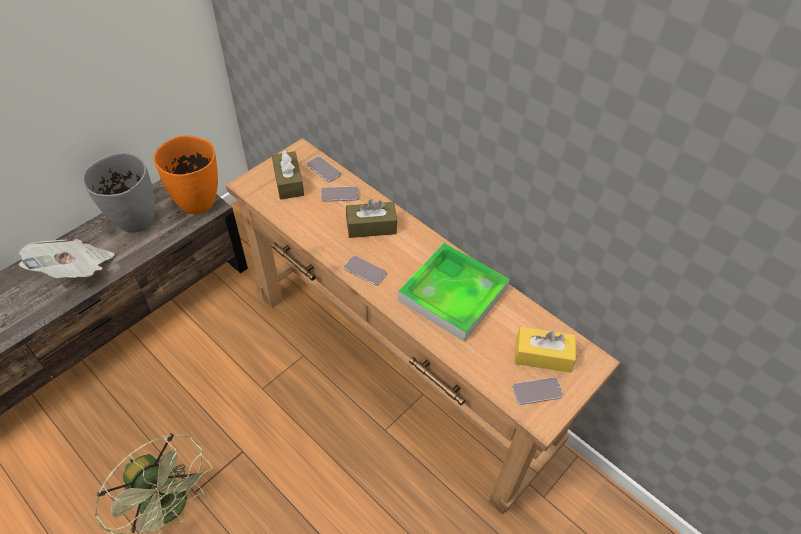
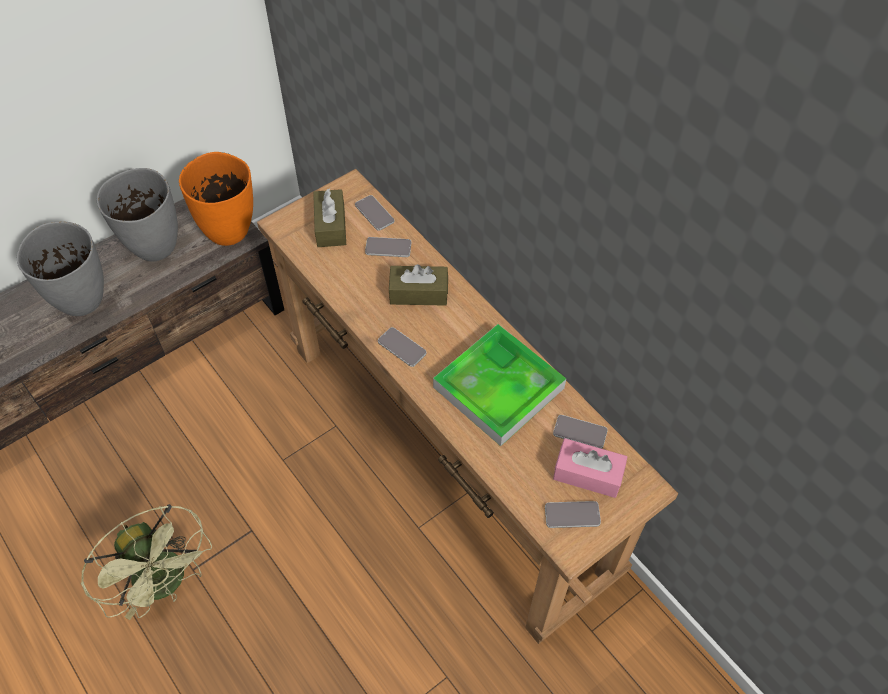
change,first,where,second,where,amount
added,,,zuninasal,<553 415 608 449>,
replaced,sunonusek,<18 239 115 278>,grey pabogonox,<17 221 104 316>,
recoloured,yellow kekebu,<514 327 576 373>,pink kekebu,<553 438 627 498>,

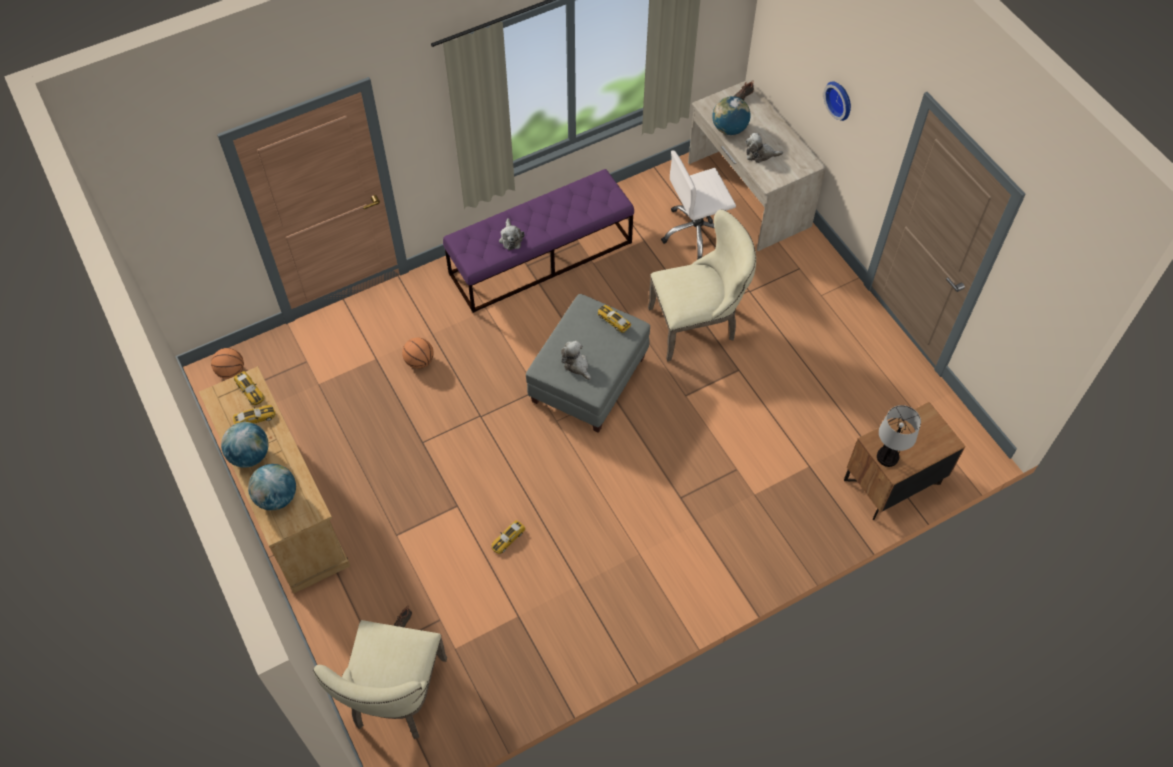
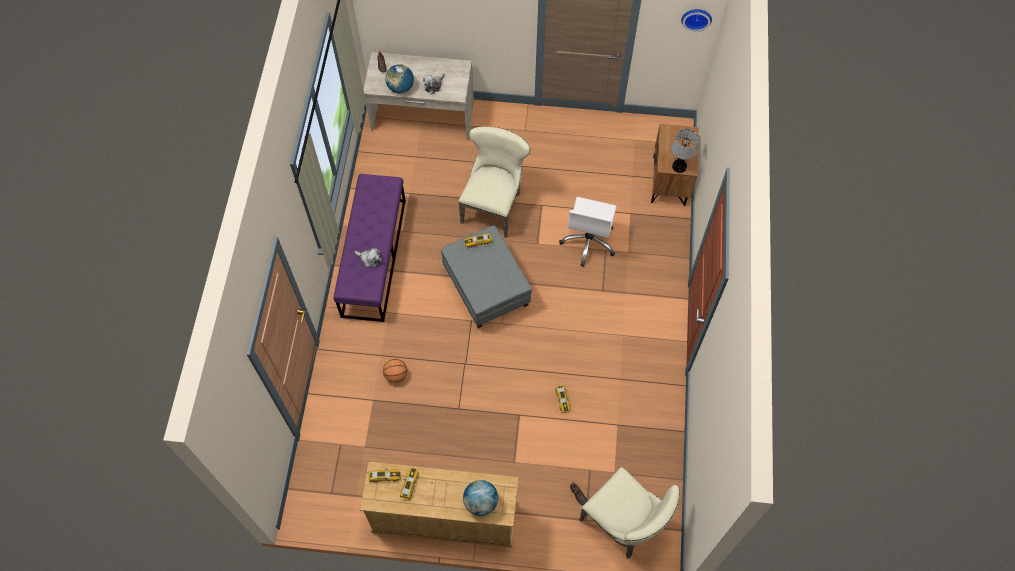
change,first,where,second,where,amount
removed,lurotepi,<211 348 244 379>,,,
removed,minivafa,<221 422 268 468>,,,
removed,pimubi,<561 341 591 380>,,,
moved,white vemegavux,<661 150 736 260>,,<559 197 617 266>,
moved,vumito,<823 82 851 121>,,<681 9 712 32>,

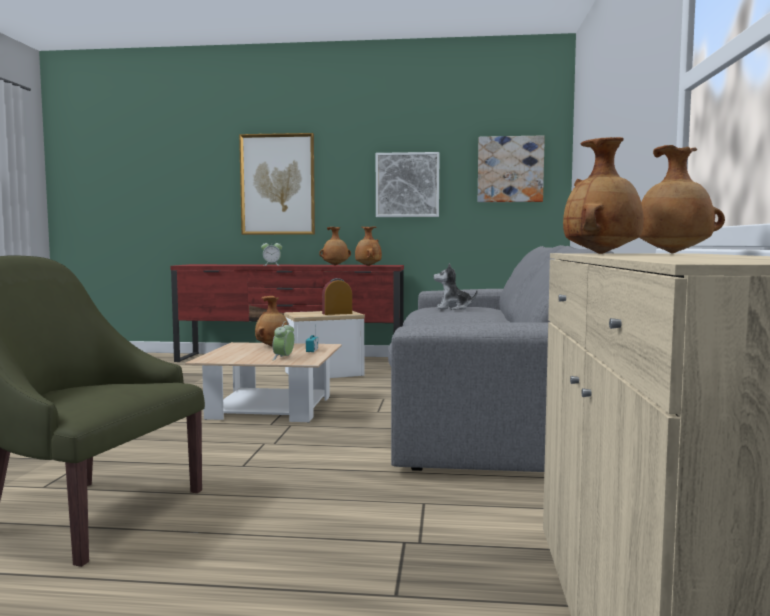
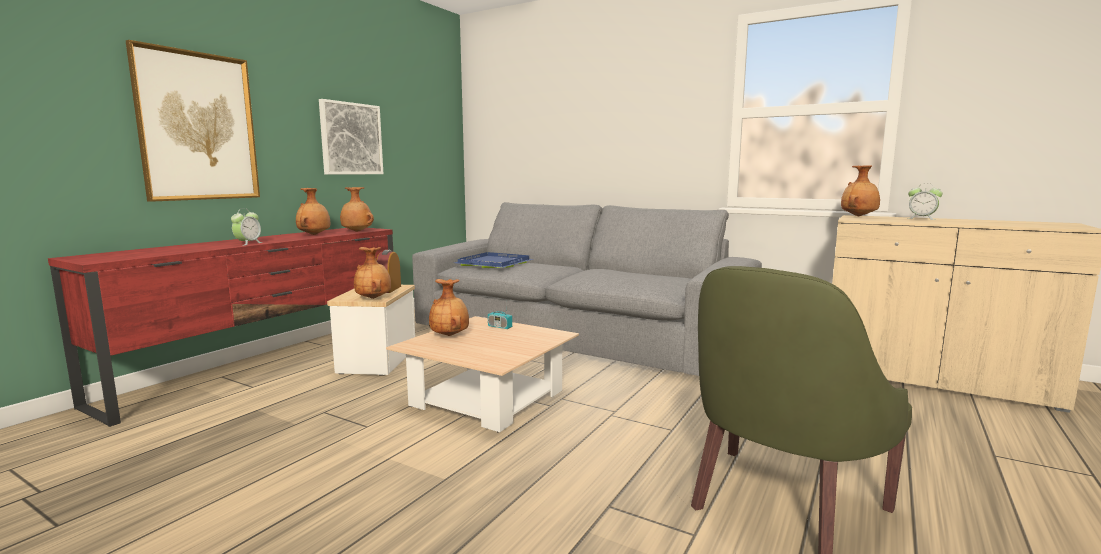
change,first,where,second,where,amount
removed,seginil,<478 135 545 202>,,,
moved,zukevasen,<272 321 294 360>,,<907 183 943 220>,
moved,brown pabogonox,<563 137 644 254>,,<354 247 391 299>,
replaced,pimubi,<433 263 477 310>,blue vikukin,<454 252 533 268>,

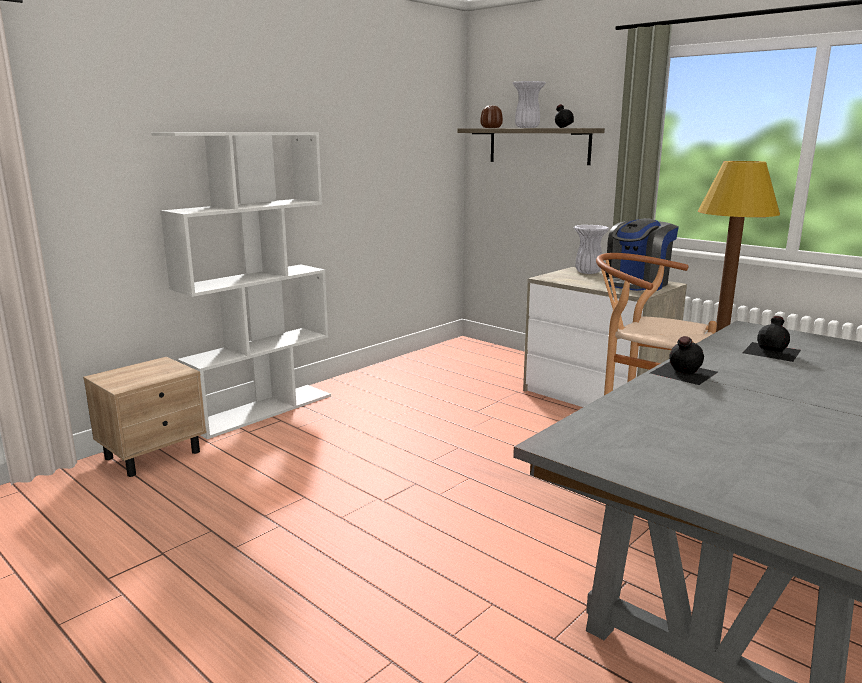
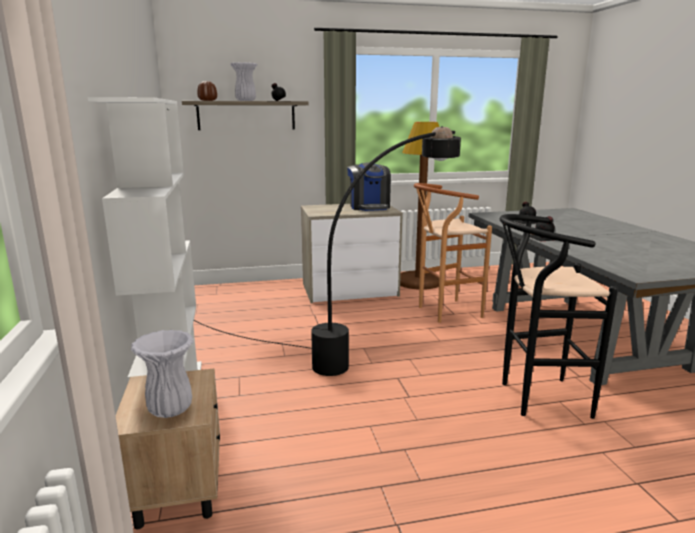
change,first,where,second,where,amount
added,,,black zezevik,<194 126 461 376>,
added,,,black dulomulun,<500 214 618 419>,
moved,white pabogonox,<574 225 609 274>,,<131 330 194 418>,

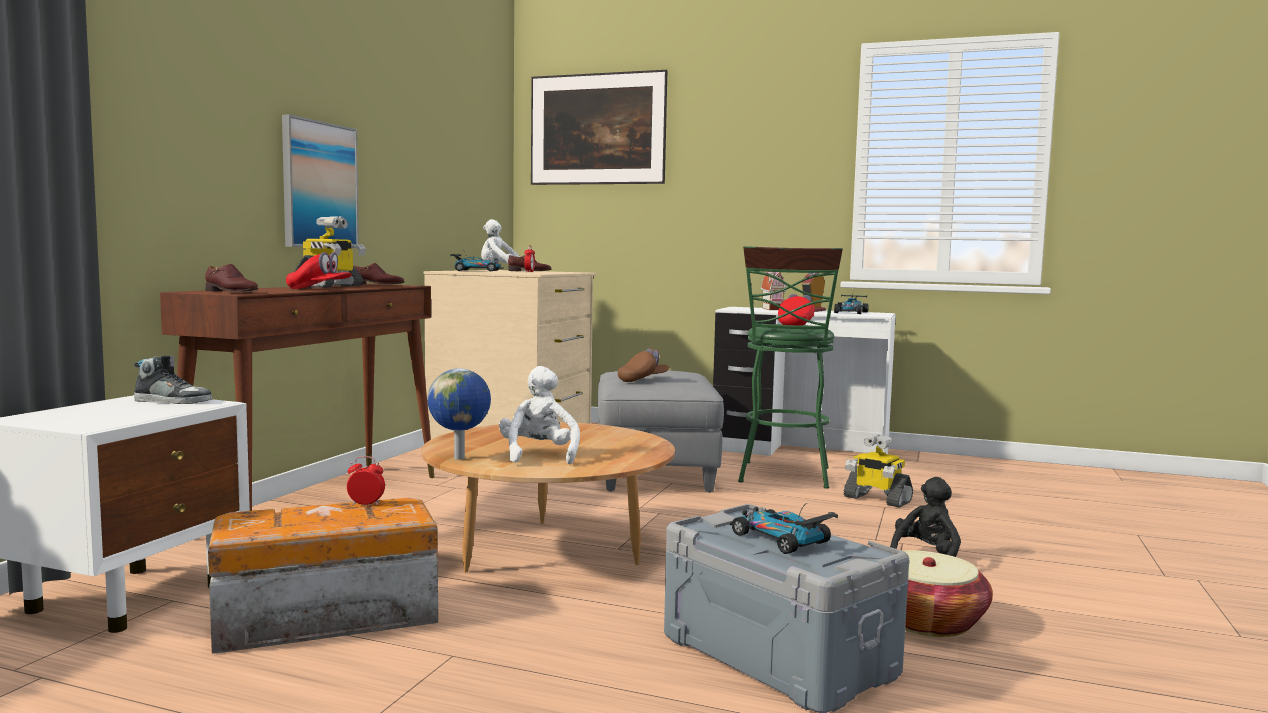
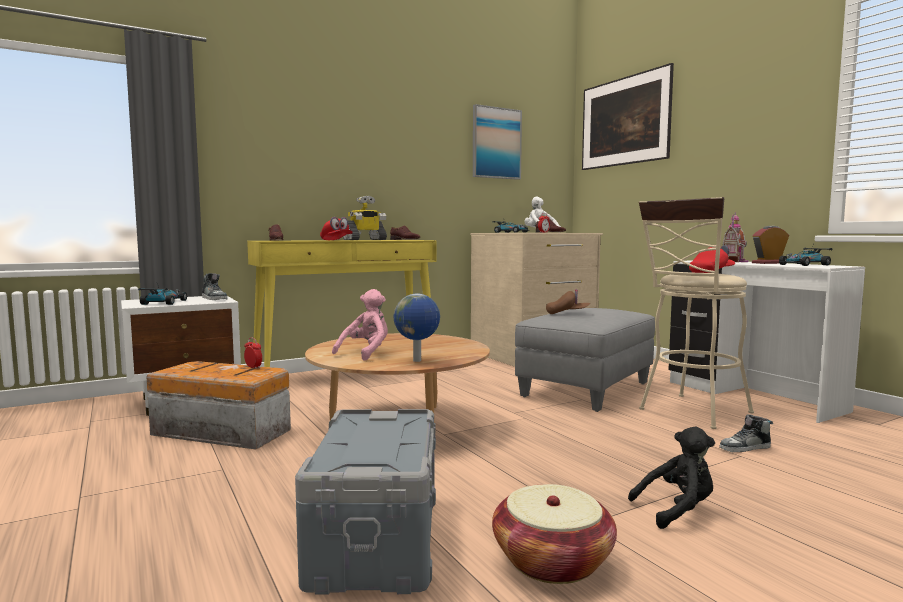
change,first,where,second,where,amount
moved,seginil,<282 114 359 247>,,<473 104 522 180>,
moved,minivafa,<427 368 491 460>,,<394 294 440 362>,
moved,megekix,<729 503 838 554>,,<138 282 187 305>,
replaced,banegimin,<844 434 913 508>,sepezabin,<719 414 773 452>,
recoloured,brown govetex,<160 284 434 511>,yellow govetex,<247 240 437 367>,
recoloured,white pimubi,<499 366 580 465>,pink pimubi,<332 289 388 361>,
recoloured,green dulomulun,<738 246 843 489>,beige dulomulun,<639 197 754 429>,

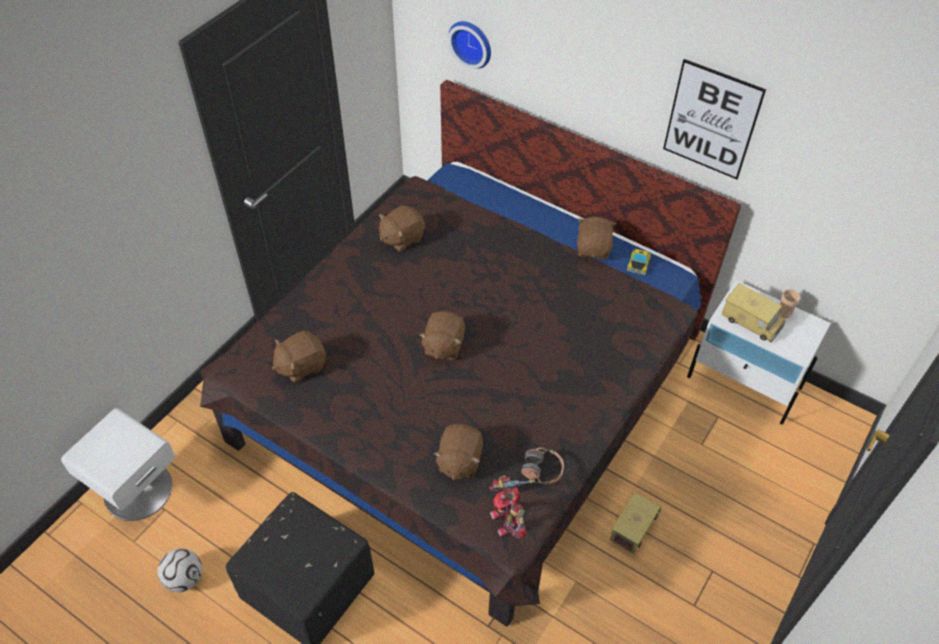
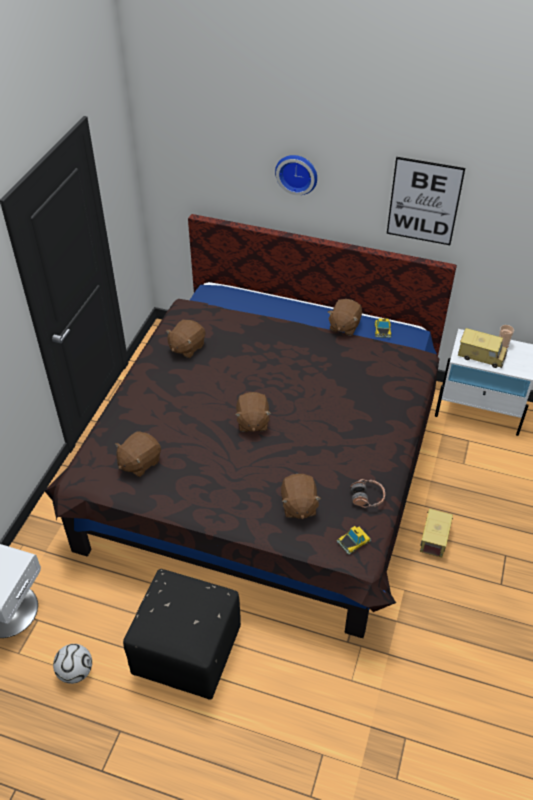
change,first,where,second,where,amount
moved,vumito,<448 21 491 69>,,<275 155 317 195>,
replaced,banegimin,<489 475 535 539>,megekix,<337 526 371 555>,
turned,brown pimubi,<577 217 617 259>,,<328 299 362 336>,150 degrees counterclockwise

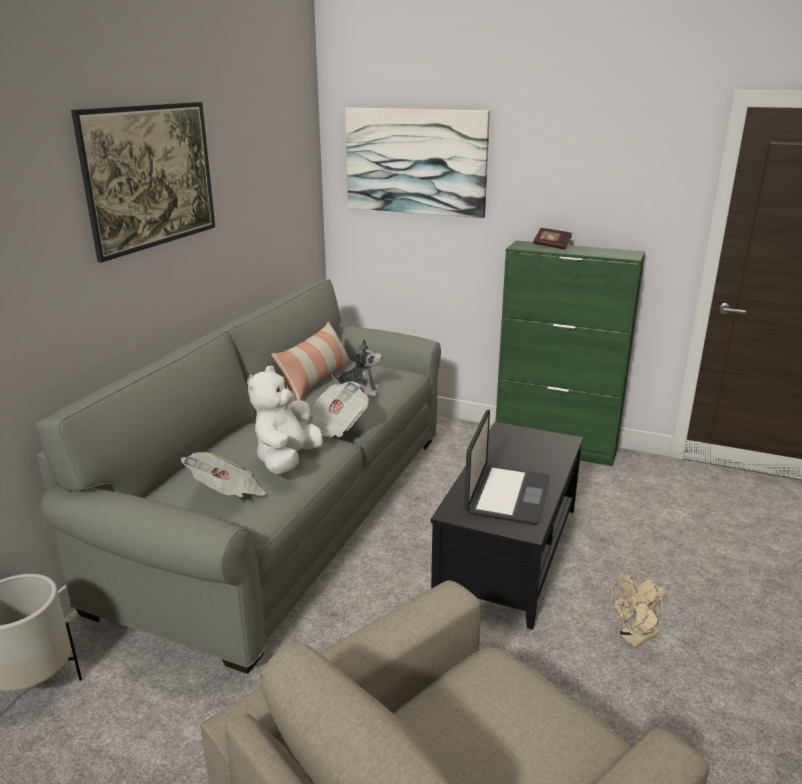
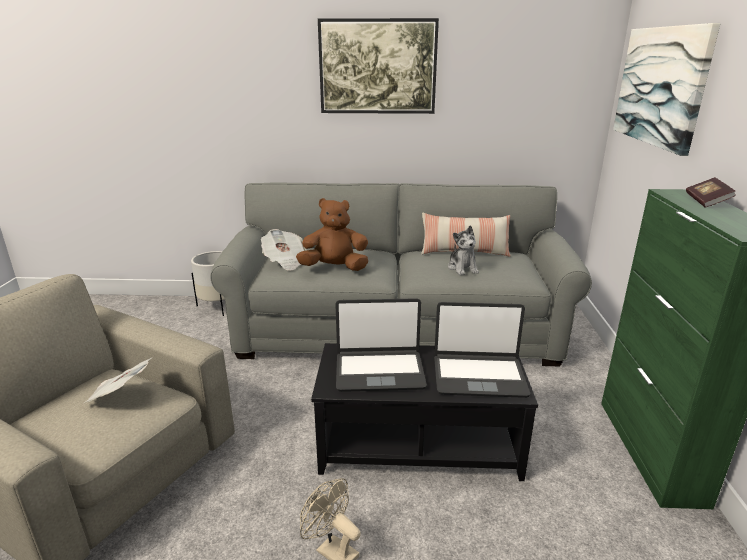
change,first,where,second,where,amount
added,,,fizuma,<434 302 530 398>,
moved,sunonusek,<310 381 369 437>,,<84 358 151 403>,
recoloured,white pimubi,<247 366 323 474>,brown pimubi,<296 198 368 271>,

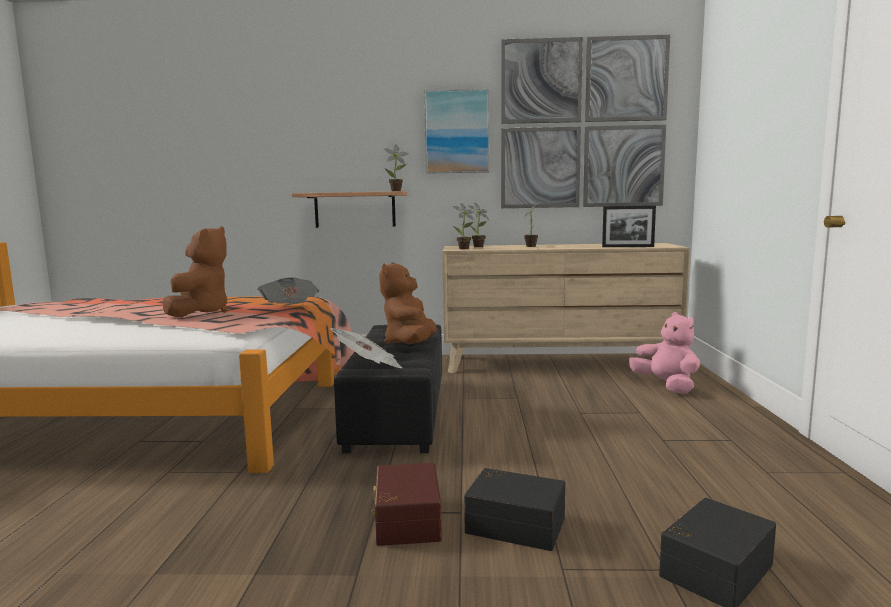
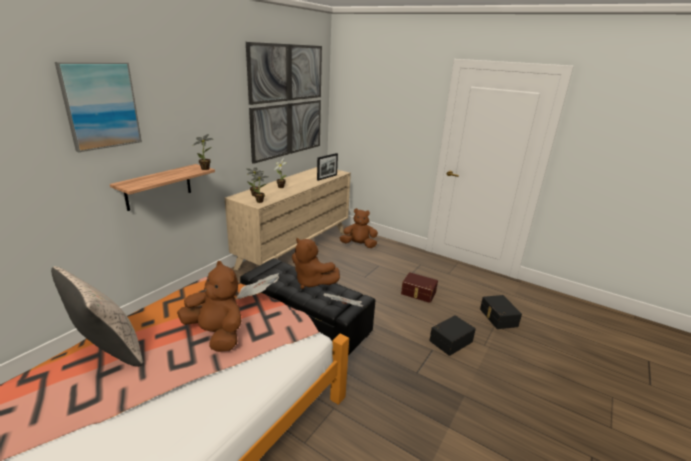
change,first,where,second,where,amount
added,,,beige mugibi,<51 266 143 367>,
moved,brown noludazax,<371 463 442 546>,,<401 272 438 303>,
moved,seginil,<424 88 490 174>,,<55 62 142 152>,
recoloured,pink pimubi,<629 312 700 394>,brown pimubi,<340 208 378 248>,

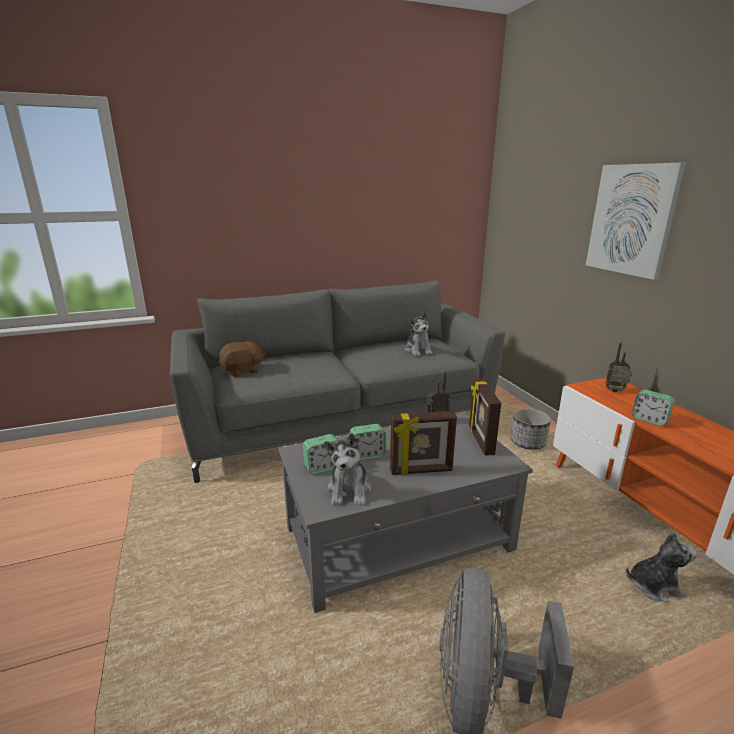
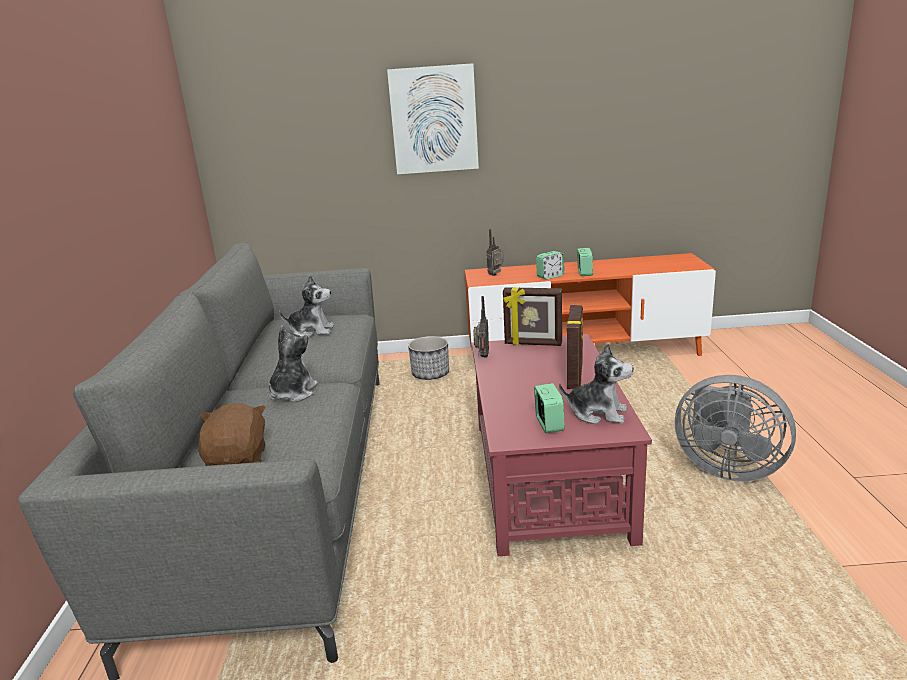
change,first,where,second,where,amount
moved,zukevasen,<350 424 386 461>,,<577 248 593 276>,
moved,pimubi,<626 532 697 603>,,<269 325 318 402>,
recoloured,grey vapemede,<278 413 533 613>,red vapemede,<472 334 652 556>,

